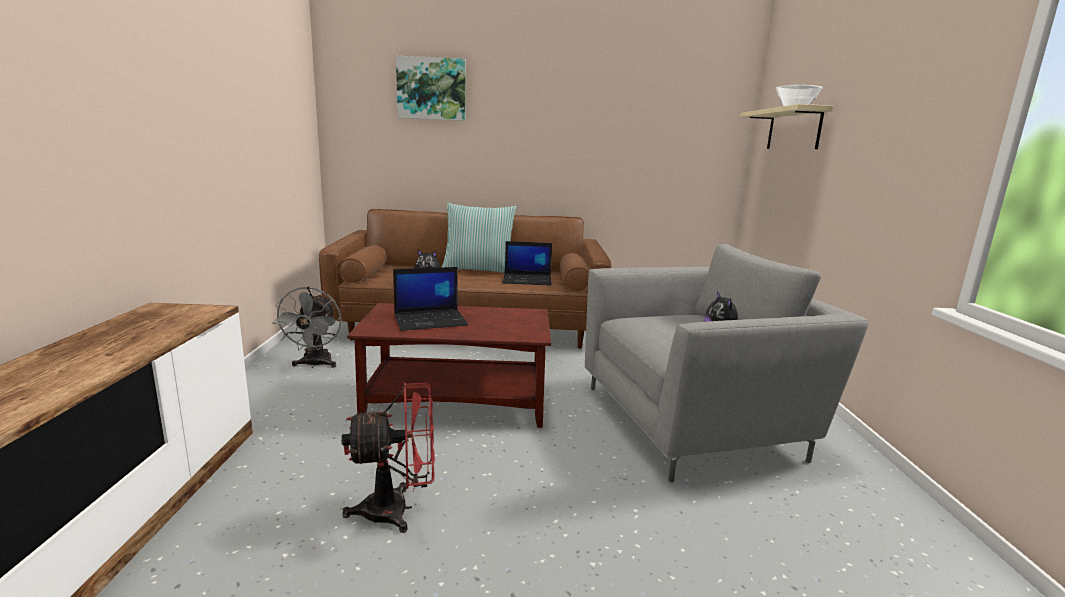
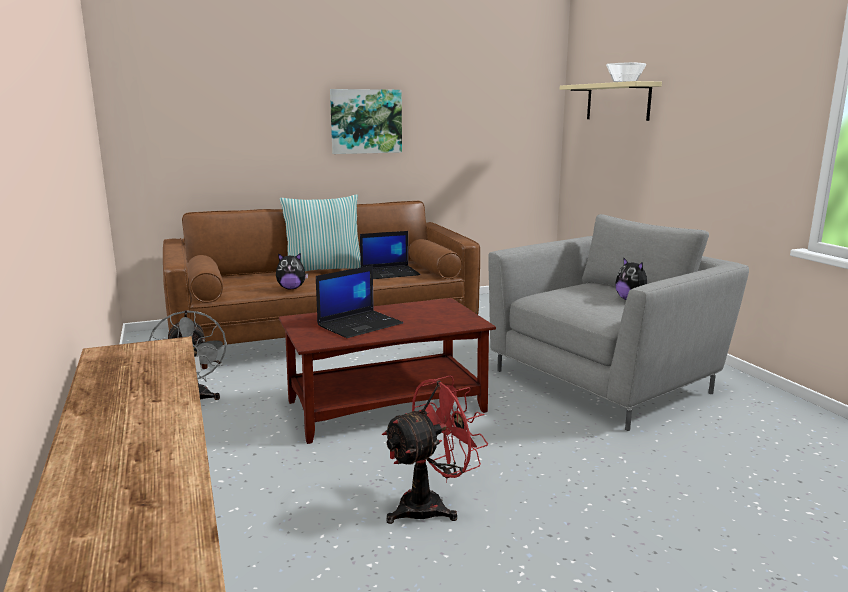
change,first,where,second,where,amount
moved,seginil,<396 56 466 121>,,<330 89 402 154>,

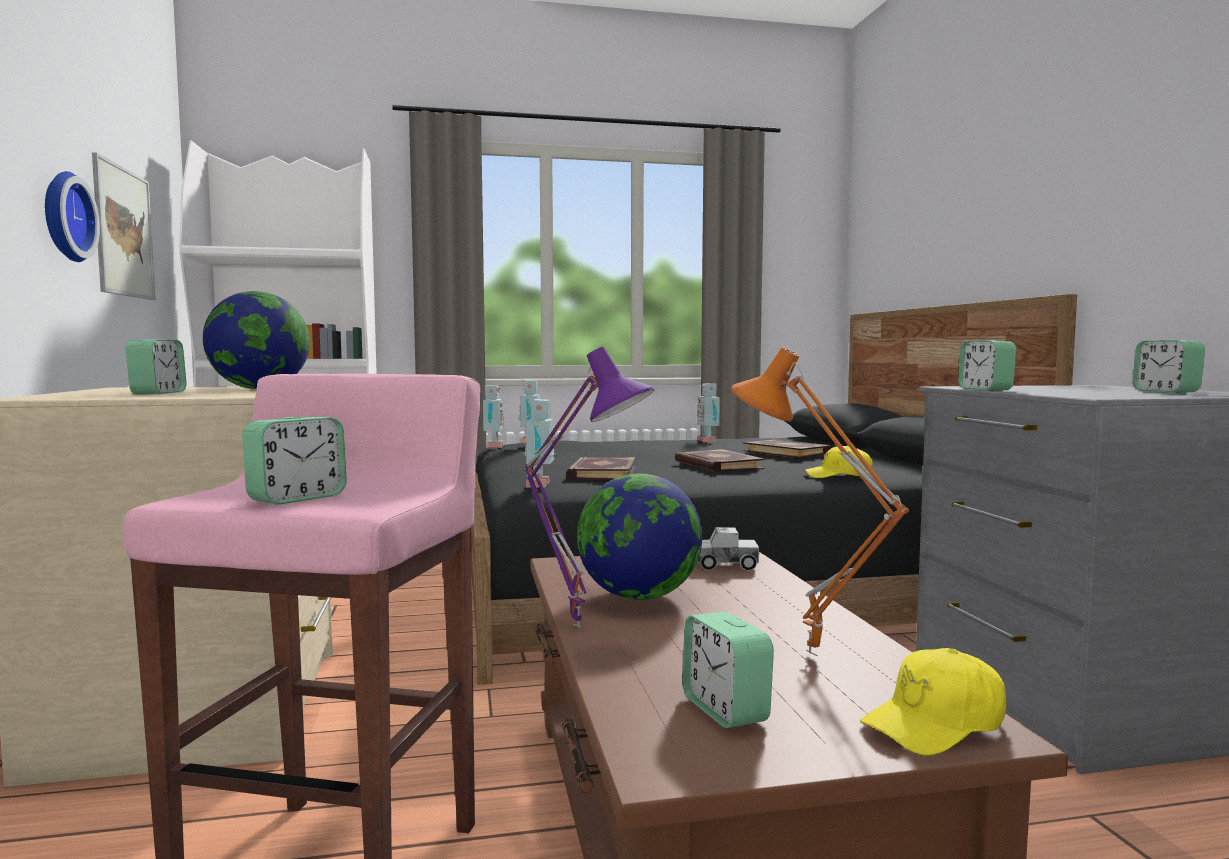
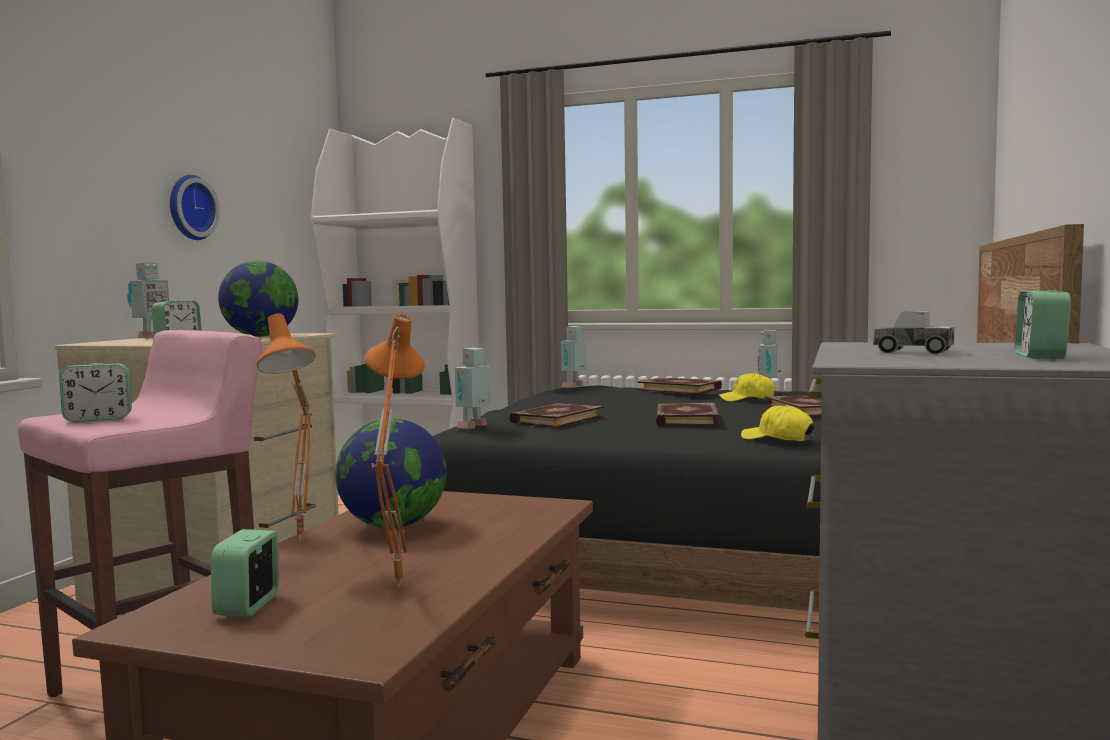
change,first,where,second,where,amount
removed,seginil,<92 152 156 300>,,,
removed,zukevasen,<958 340 1016 391>,,,
added,,,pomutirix,<637 377 722 394>,
moved,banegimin,<481 385 505 448>,,<127 263 169 338>,
moved,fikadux,<697 527 759 571>,,<873 311 954 355>,
moved,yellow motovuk,<860 648 1007 756>,,<719 372 775 401>,
recoloured,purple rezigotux,<524 347 654 628>,orange rezigotux,<257 314 316 540>,

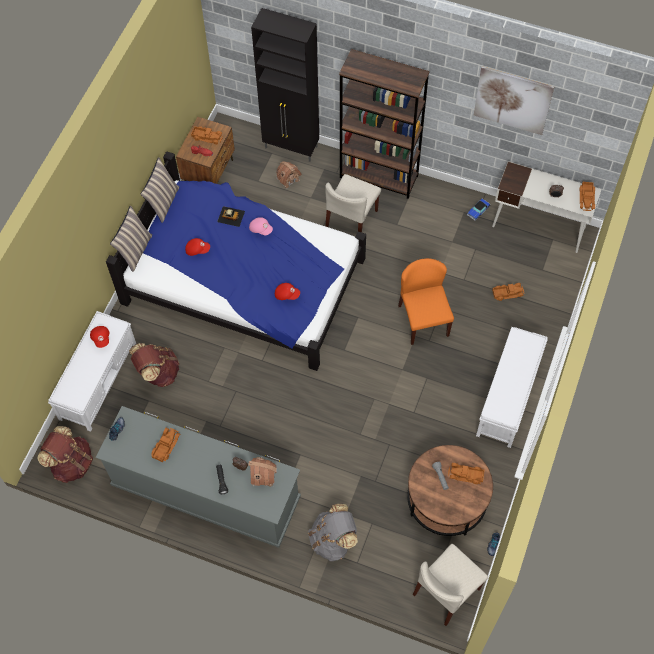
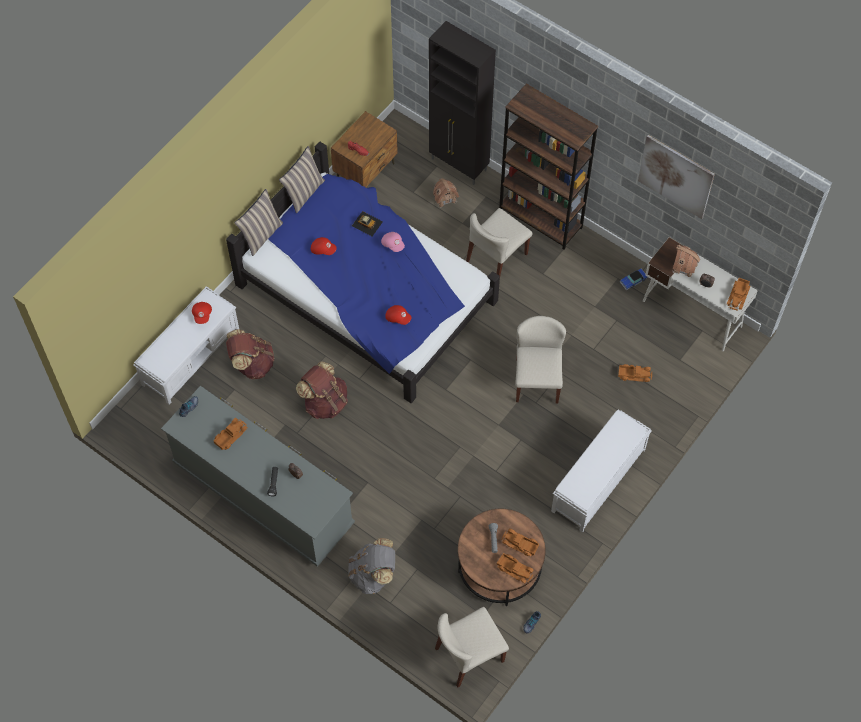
change,first,where,second,where,amount
moved,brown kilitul,<37 426 93 483>,,<296 362 348 419>,
moved,fikadux,<191 126 223 145>,,<497 553 534 584>,
moved,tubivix,<248 457 277 487>,,<672 245 700 277>,
recoloured,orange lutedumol,<398 258 454 345>,beige lutedumol,<515 316 566 404>,

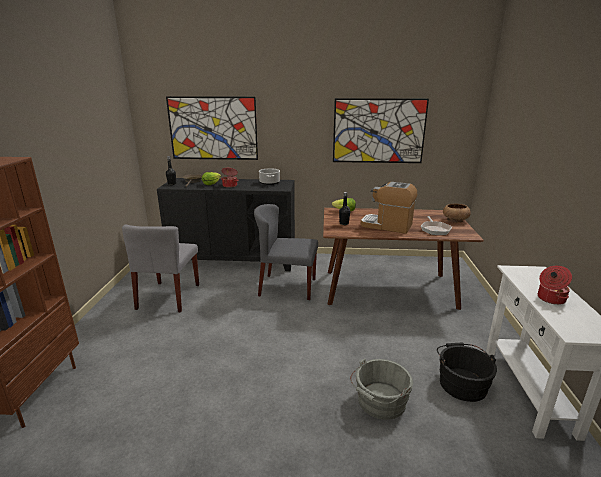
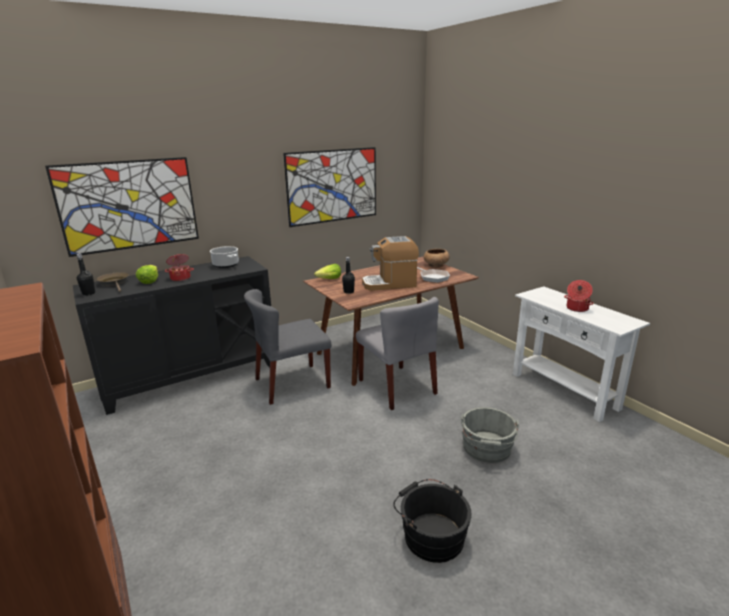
change,first,where,second,where,amount
moved,grey lutedumol,<122 224 199 312>,,<356 297 439 410>,
moved,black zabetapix,<437 342 497 402>,,<393 479 471 563>,

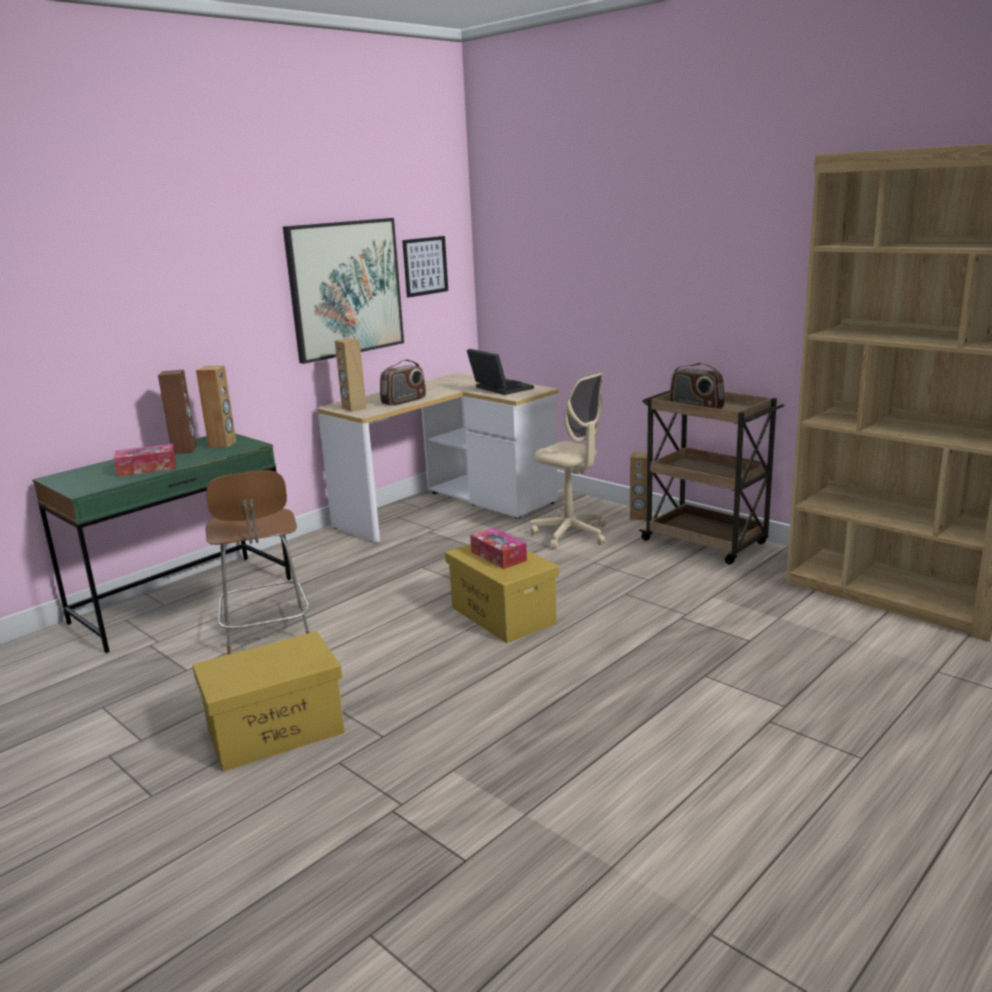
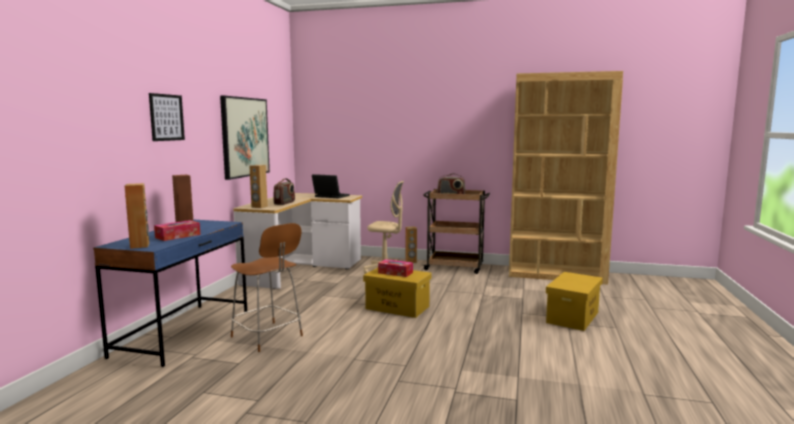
change,first,where,second,where,amount
moved,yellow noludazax,<192 631 345 772>,,<546 272 603 331>,
moved,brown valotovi,<196 365 236 448>,,<125 183 149 249>,
moved,seginil,<402 236 448 298>,,<149 93 185 141>,
recoloured,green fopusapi,<32 433 291 653>,blue fopusapi,<93 220 247 367>,

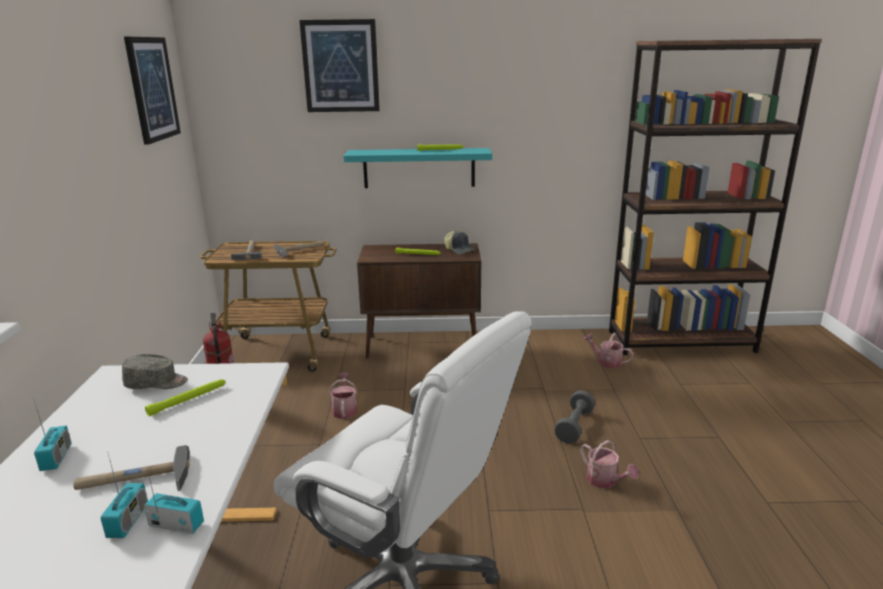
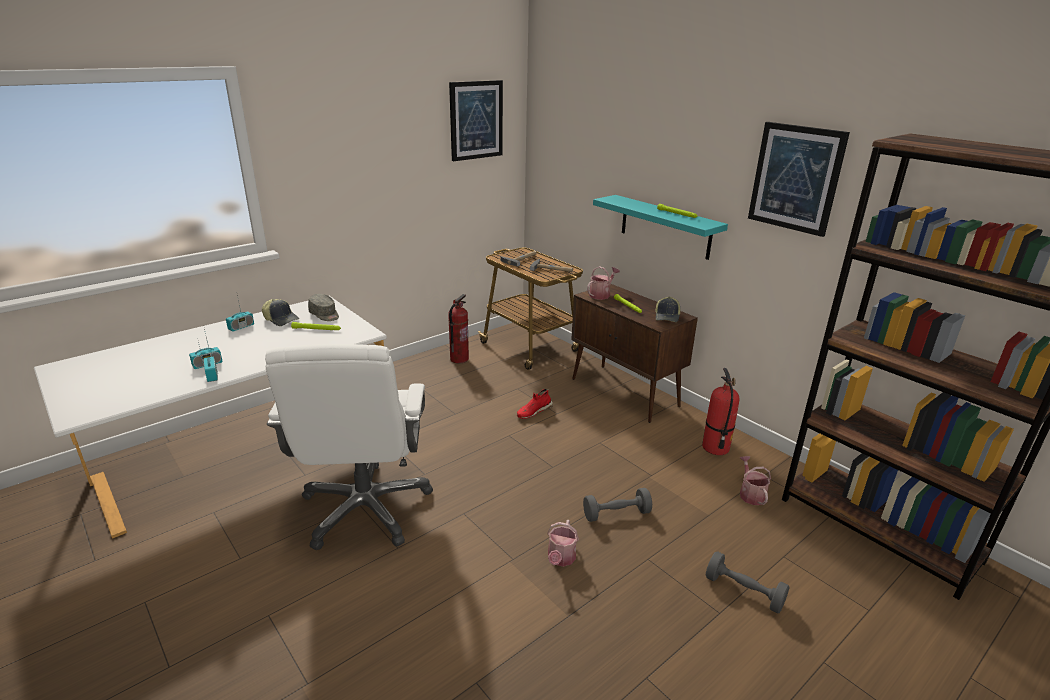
change,first,where,second,where,amount
removed,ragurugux,<73 445 190 491>,,,
added,,,motovuk,<262 299 299 326>,
added,,,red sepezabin,<517 389 553 419>,
added,,,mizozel,<702 368 740 455>,
added,,,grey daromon,<706 551 789 614>,
moved,seginil,<299 19 380 112>,,<748 122 850 237>,
moved,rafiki,<329 373 357 419>,,<587 266 620 300>,

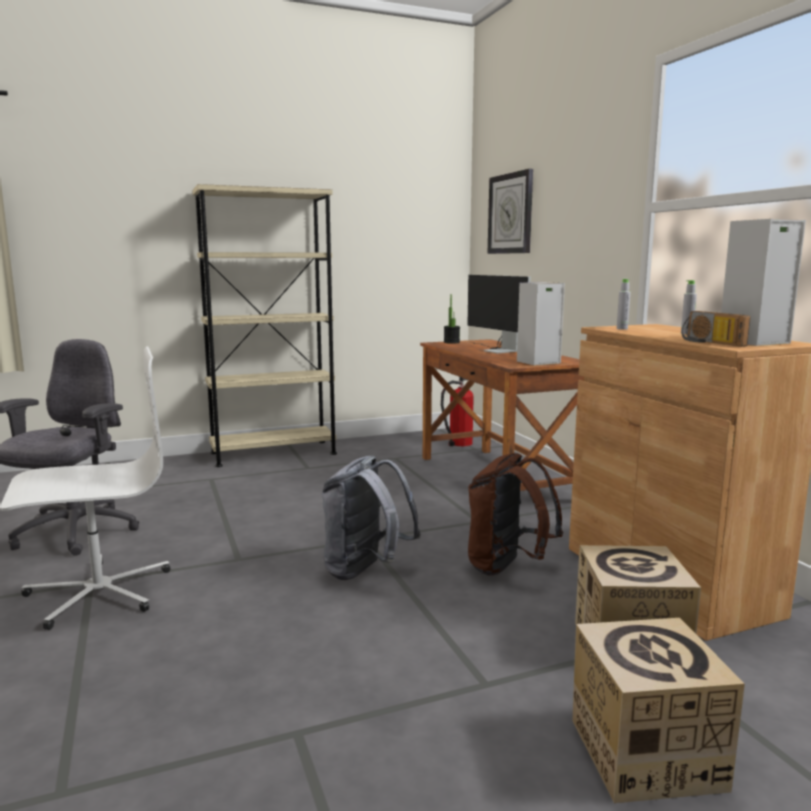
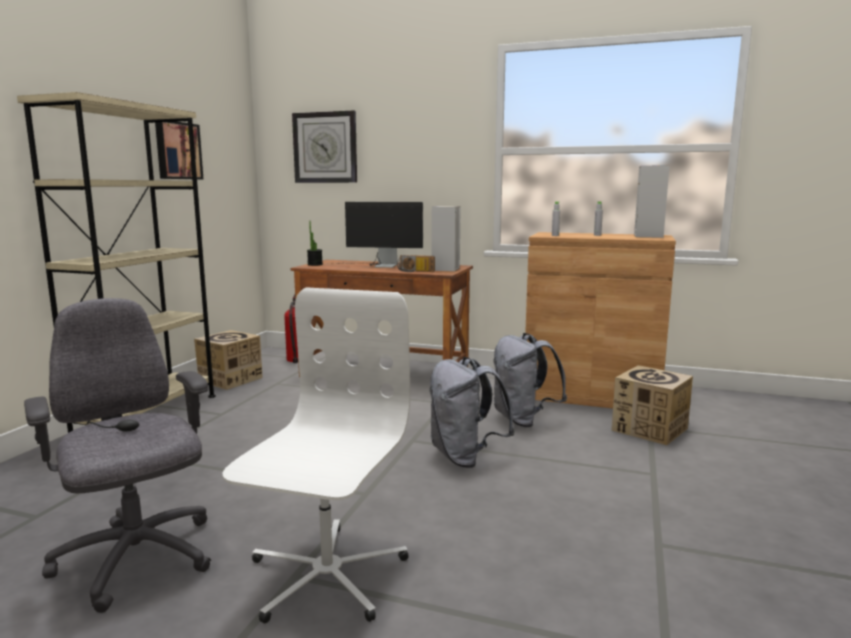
change,first,where,second,where,amount
added,,,seginil,<155 122 203 179>,
moved,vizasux,<572 618 745 803>,,<194 330 263 390>,
moved,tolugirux,<682 311 751 347>,,<397 255 435 272>,
recoloured,brown kilitul,<468 453 563 576>,grey kilitul,<493 333 567 427>,

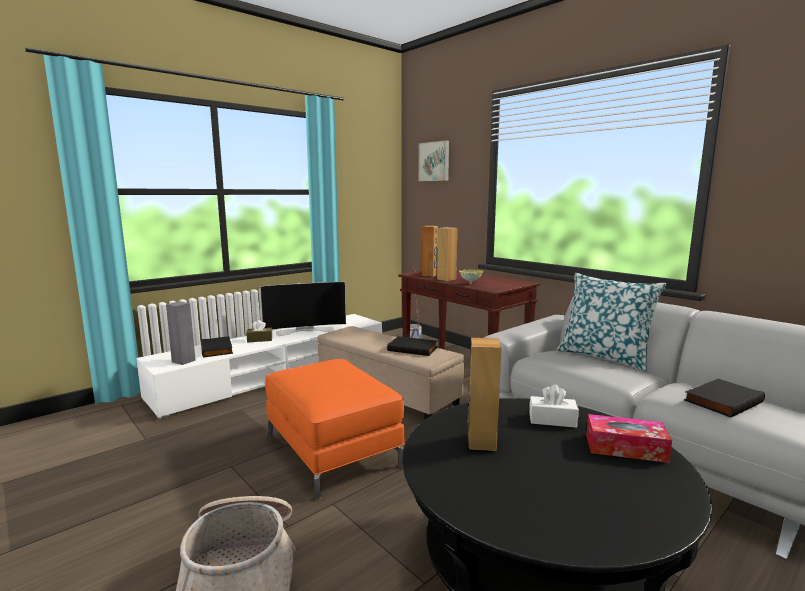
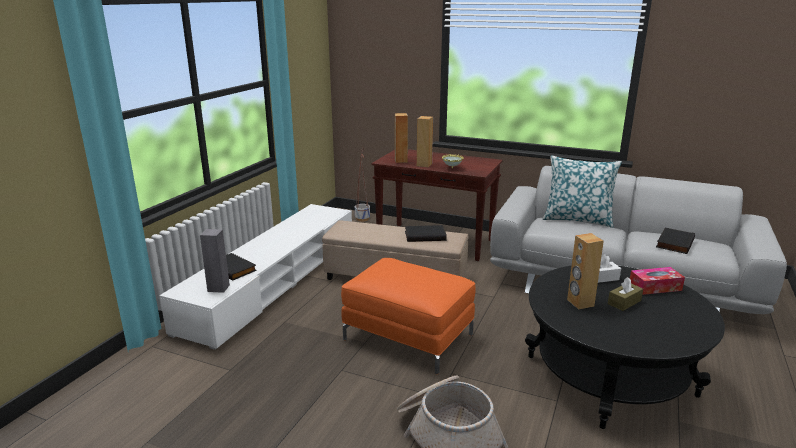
change,first,where,second,where,amount
removed,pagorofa,<260 282 346 336>,,,
removed,seginil,<419 140 449 181>,,,
moved,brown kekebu,<246 320 272 343>,,<608 277 643 311>,

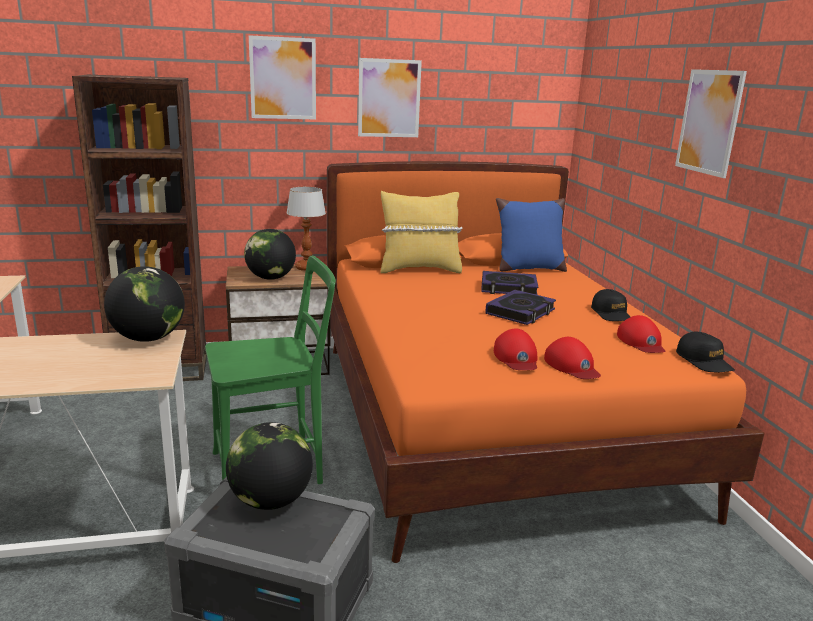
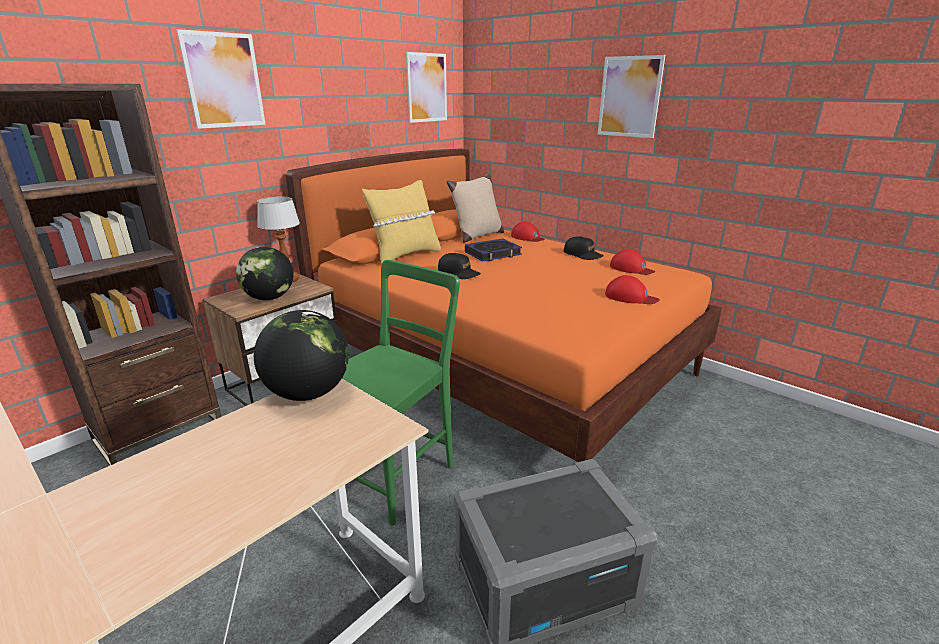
change,first,where,second,where,amount
removed,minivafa,<226 422 313 510>,,,
removed,pomutirix,<485 290 556 325>,,,
moved,seginil,<358 58 422 137>,,<406 52 447 123>,
moved,red motovuk,<494 329 537 370>,,<511 221 545 242>,
moved,black motovuk,<676 332 735 372>,,<438 253 481 279>,
recoloured,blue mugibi,<496 198 567 272>,beige mugibi,<446 174 504 243>,

